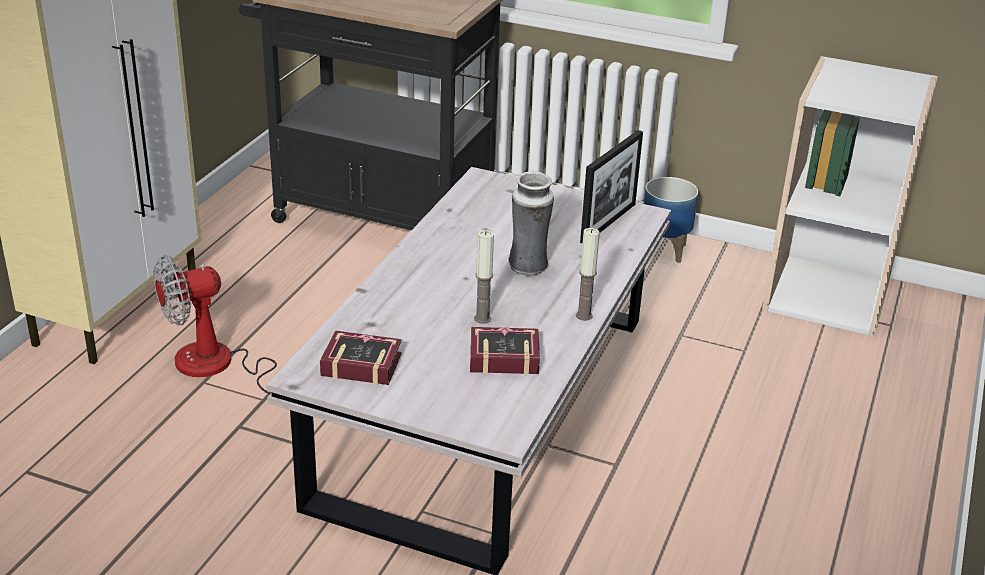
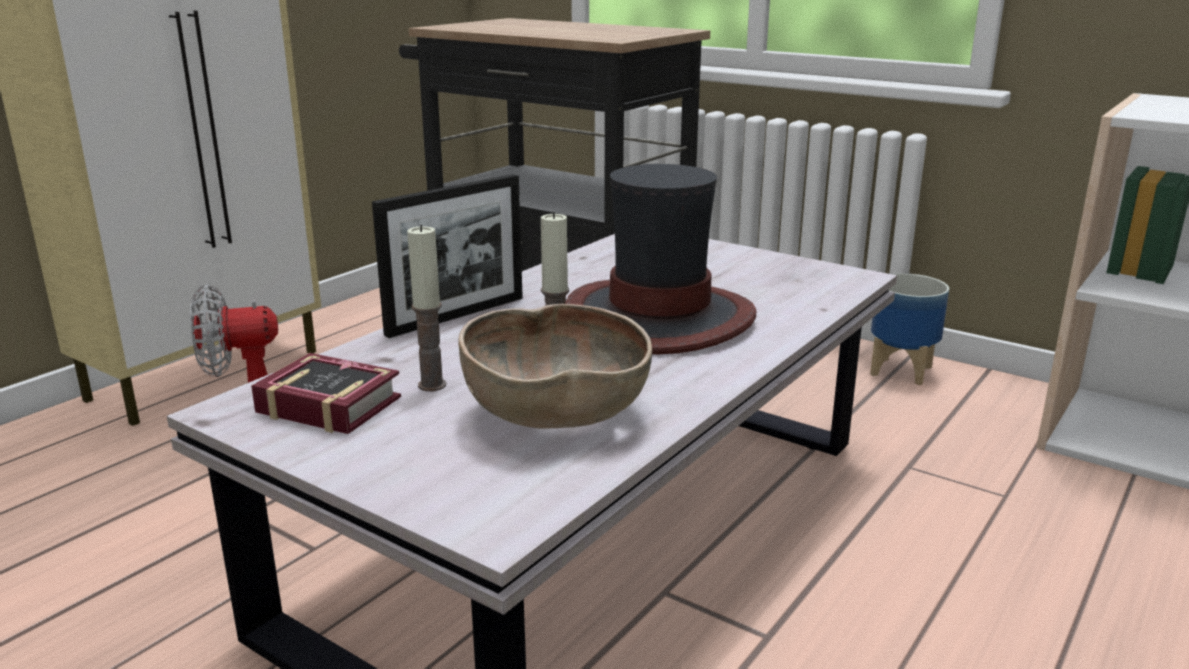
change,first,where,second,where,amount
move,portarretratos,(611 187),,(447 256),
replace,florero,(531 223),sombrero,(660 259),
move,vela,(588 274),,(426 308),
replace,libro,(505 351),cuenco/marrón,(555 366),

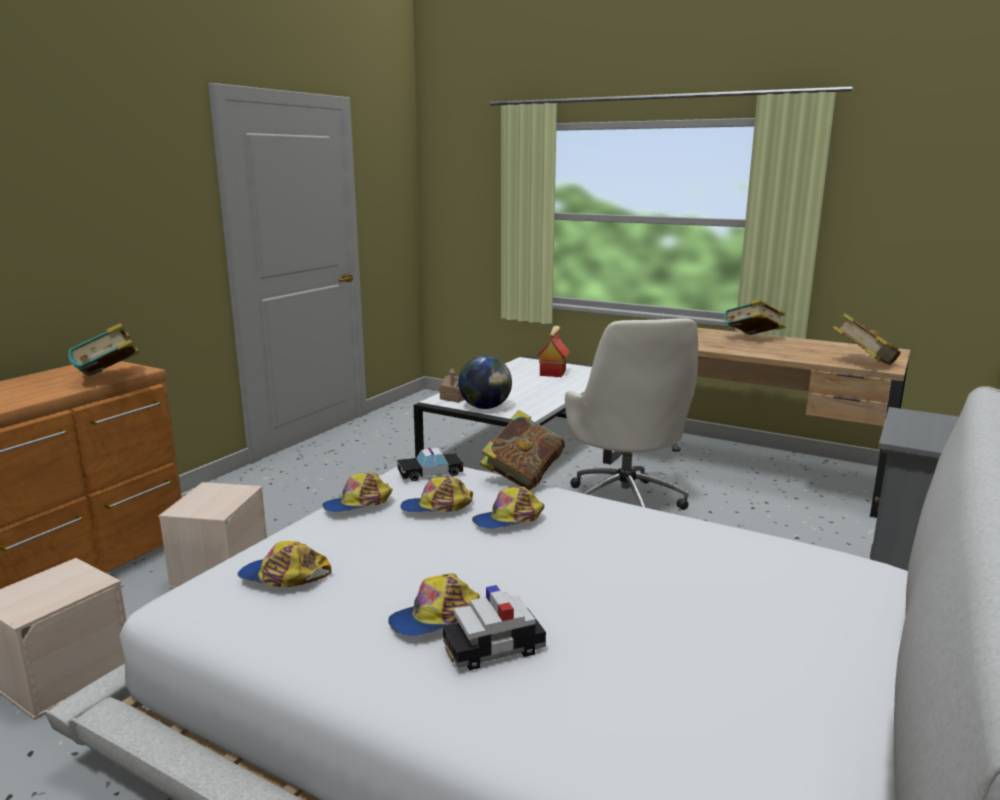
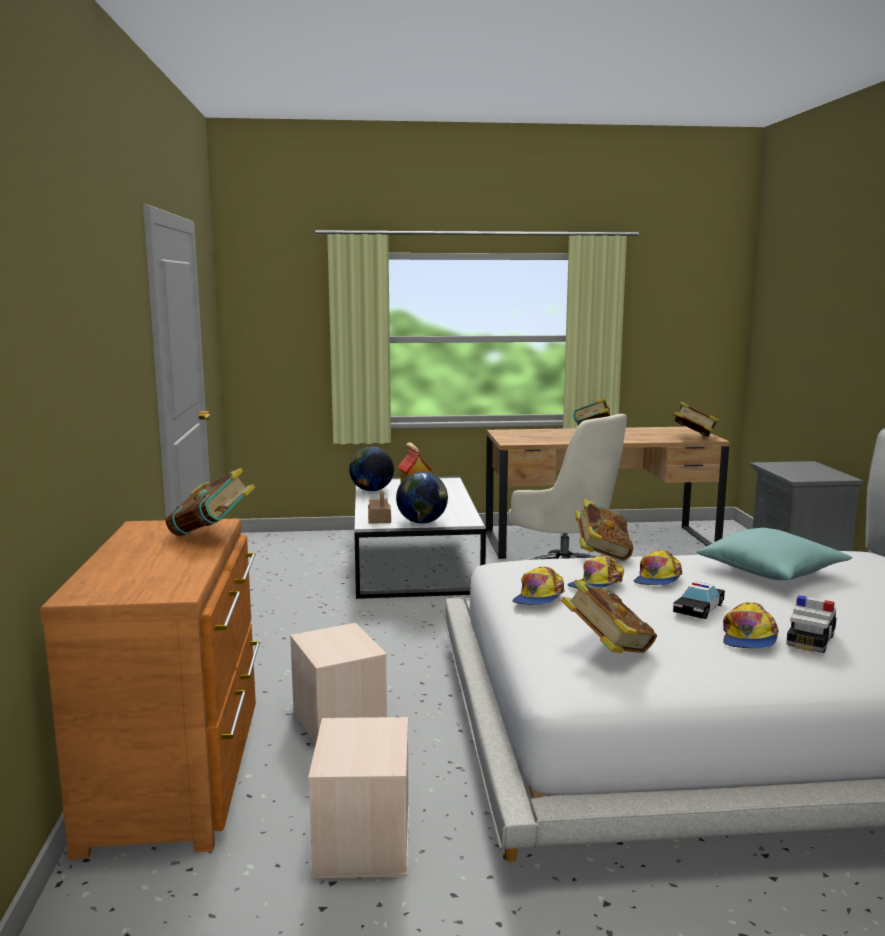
change,first,where,second,where,amount
move,coche de juguete,(430 464),,(699 600),
replace,gorra,(284 564),libro,(609 616),
insert,,,globo terráqueo,(371 469),
insert,,,cojín/turquesa,(774 554),

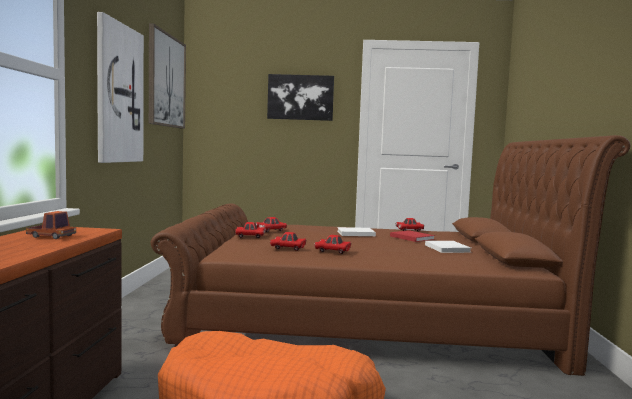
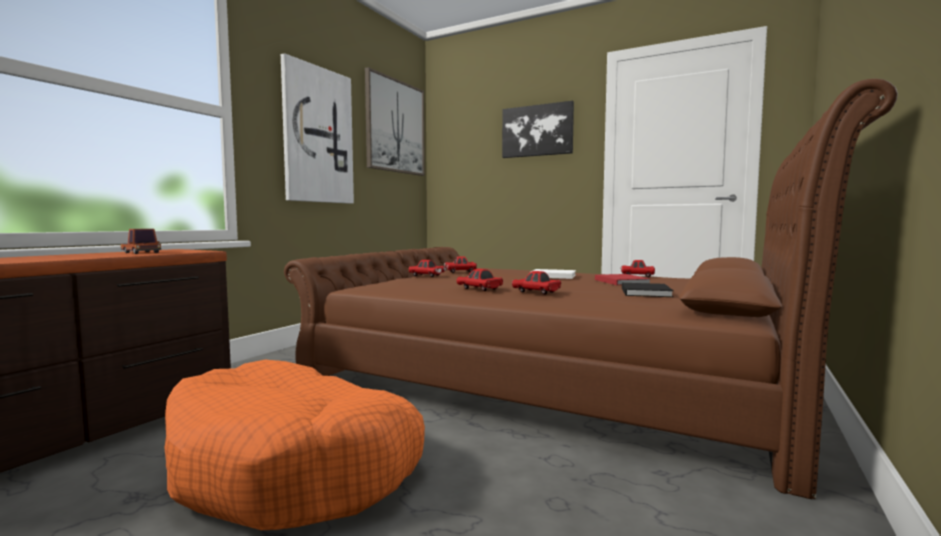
change,first,where,second,where,amount
move,coche de juguete/rojo,(288 241),,(536 283),
recolor,libro/blanco,(448 247),libro/negro,(648 290),

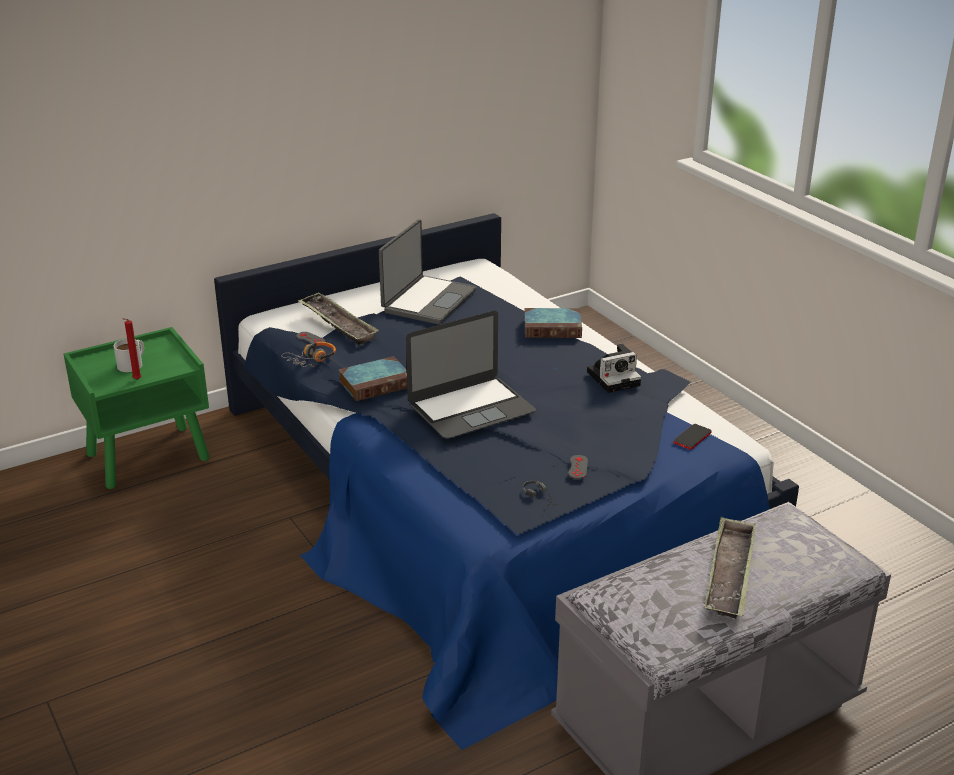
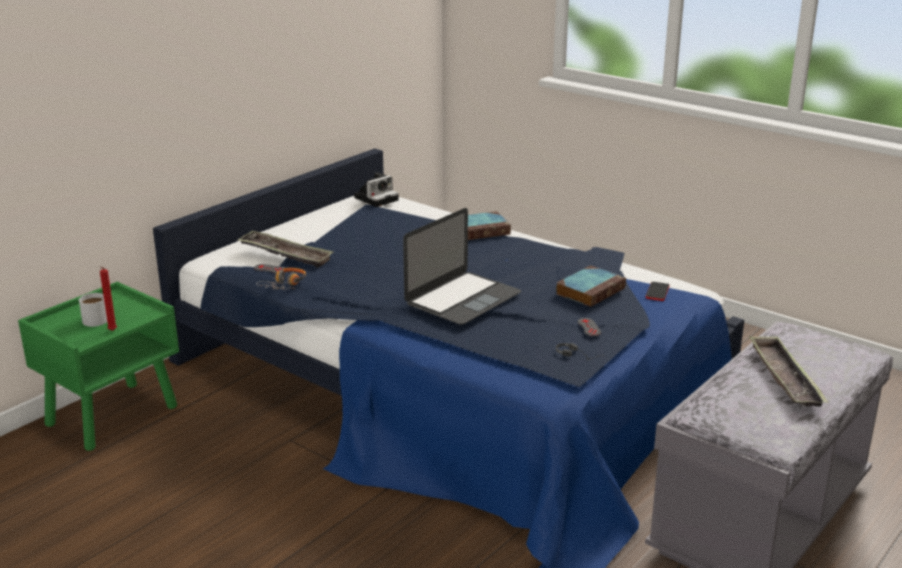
change,first,where,second,where,amount
delete,portátil,(428 271),,,
move,cámara,(614 368),,(376 189),
move,libro,(372 378),,(591 286),

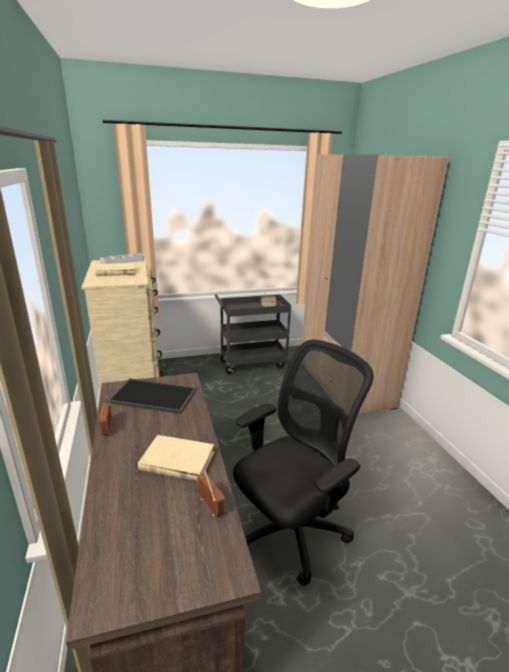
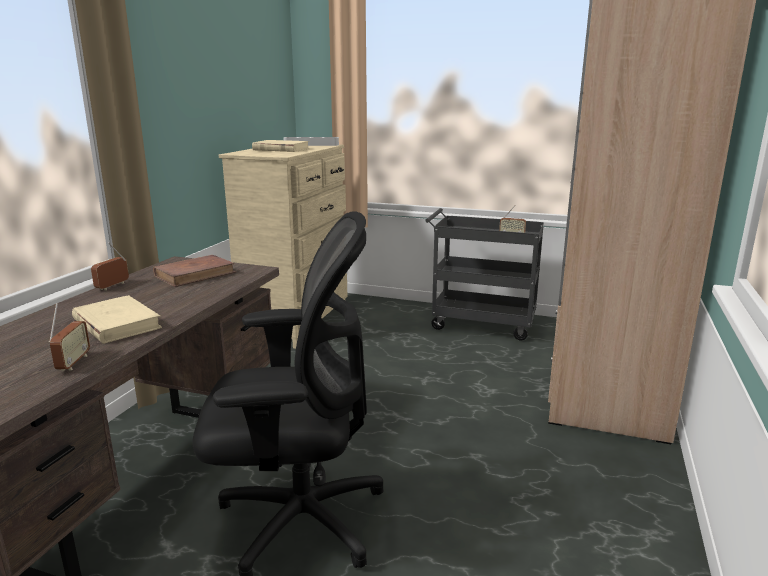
change,first,where,second,where,amount
replace,bandeja,(152 396),libro/marrón,(195 271),

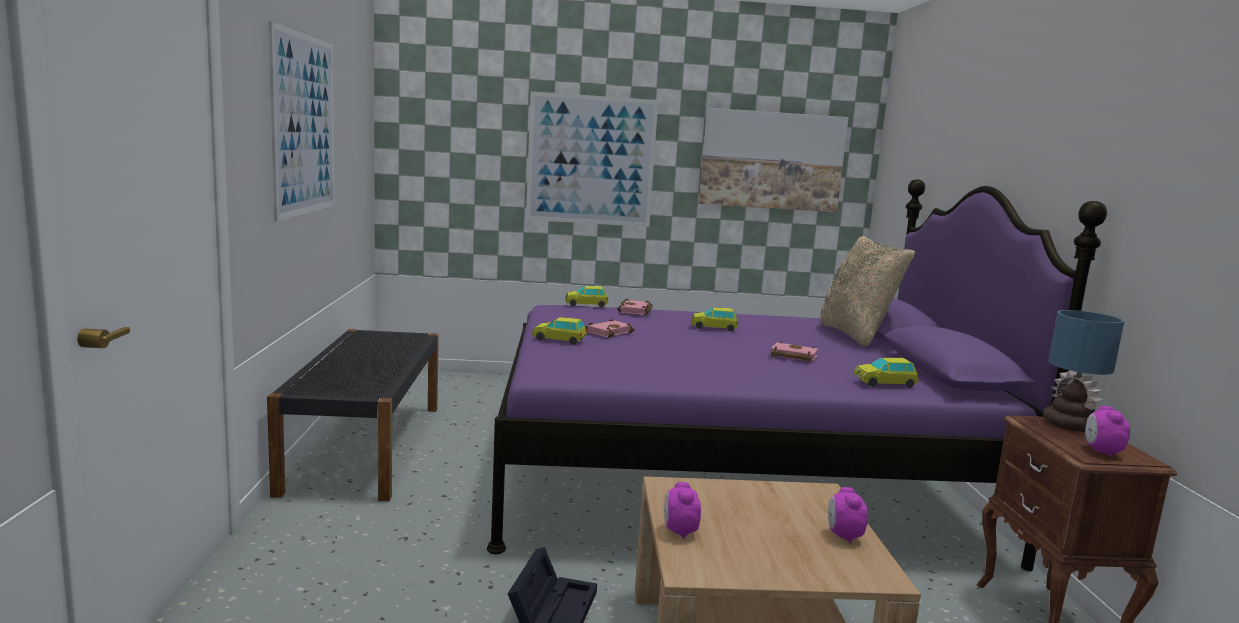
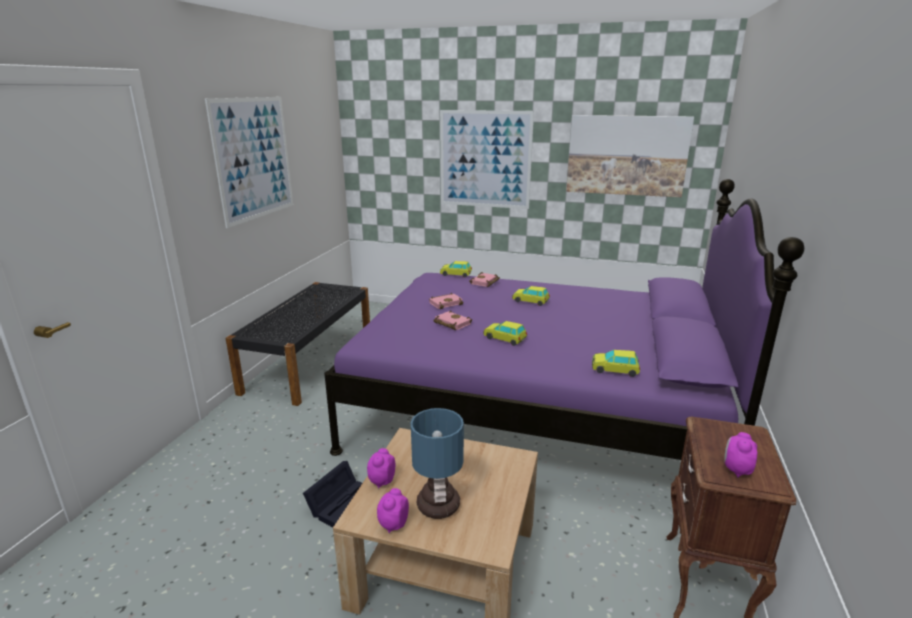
change,first,where,second,where,amount
delete,cojín/beis,(867 291),,,
move,lámpara de mesa,(1083 371),,(437 463),
move,coche de juguete,(559 331),,(505 333),
move,libro/rosa,(794 351),,(452 320),
move,despertador,(848 515),,(393 510),

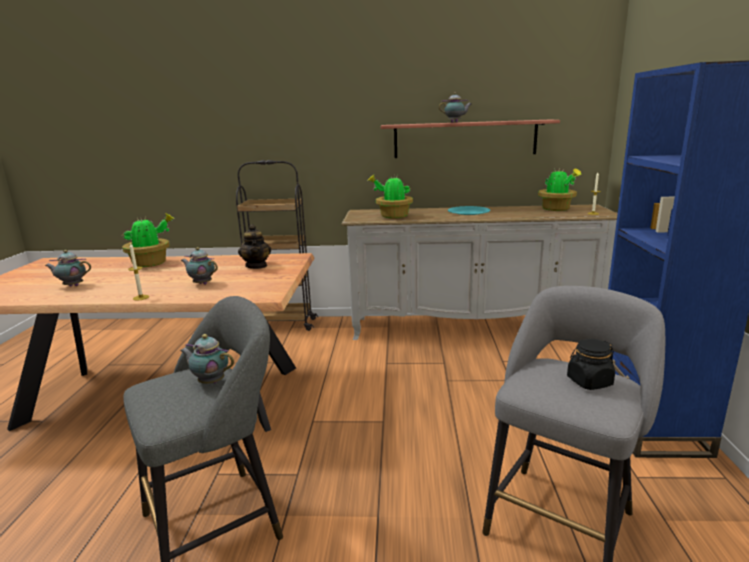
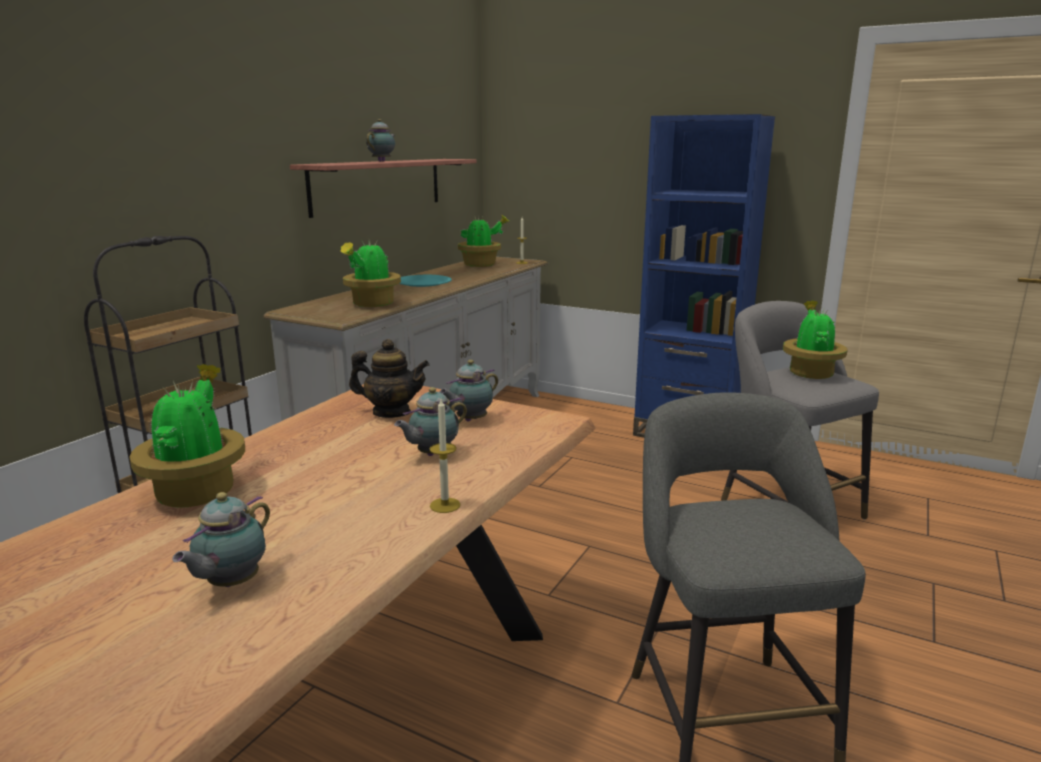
change,first,where,second,where,amount
move,tetera,(207 359),,(468 391),
replace,tarro/negro,(591 364),planta en maceta,(815 339),

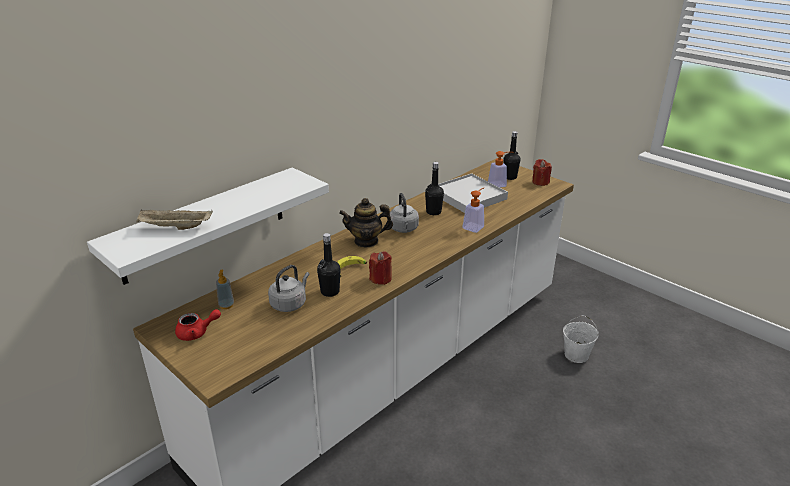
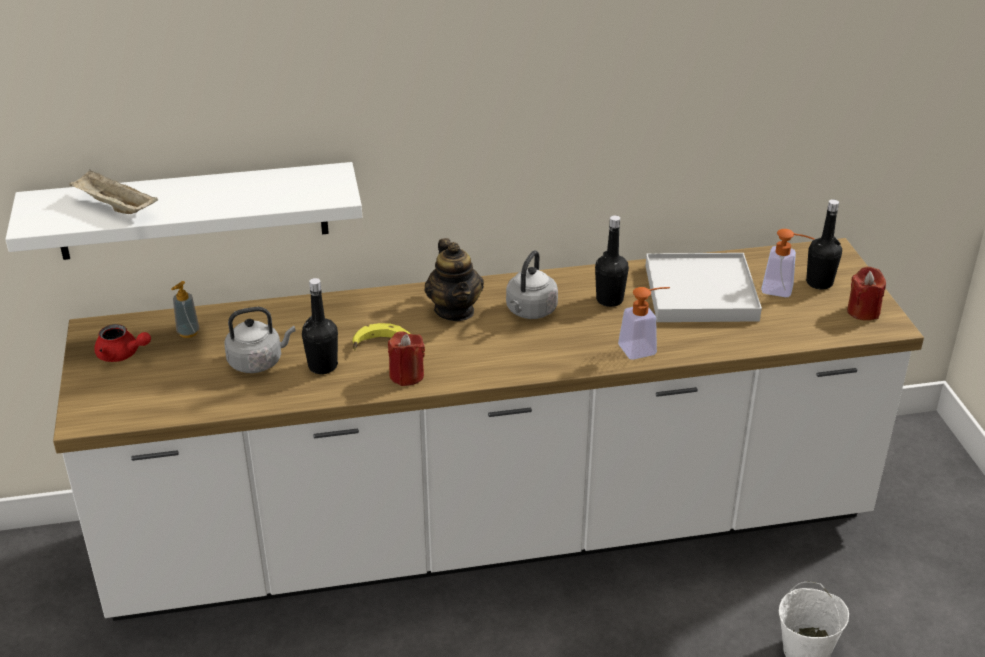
change,first,where,second,where,amount
rotate,tetera,(366 223),,(454 279),135 degrees counterclockwise

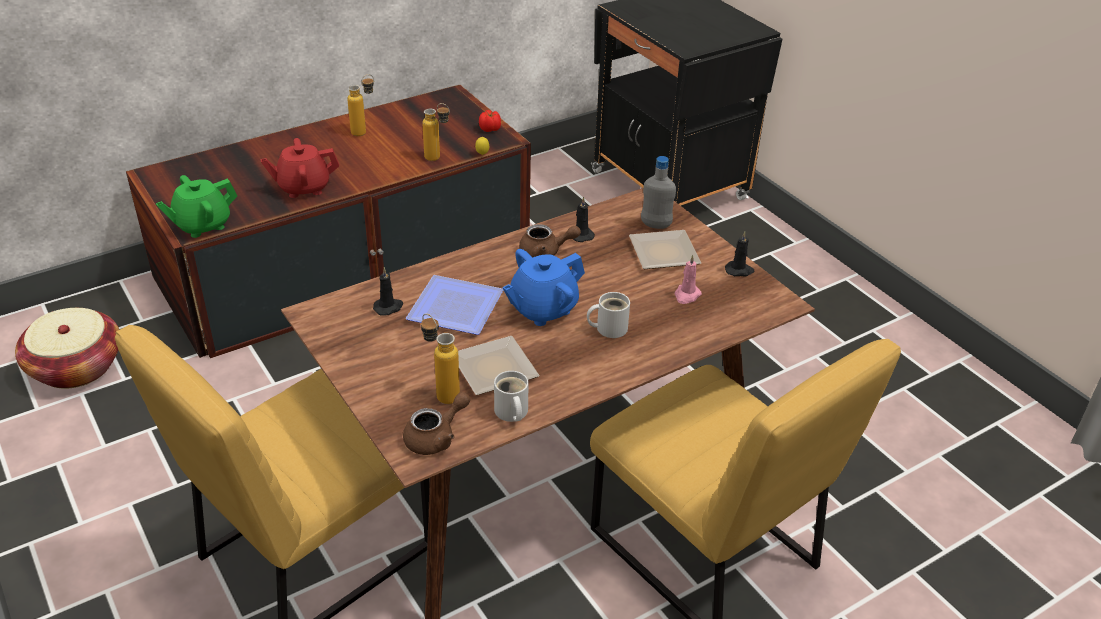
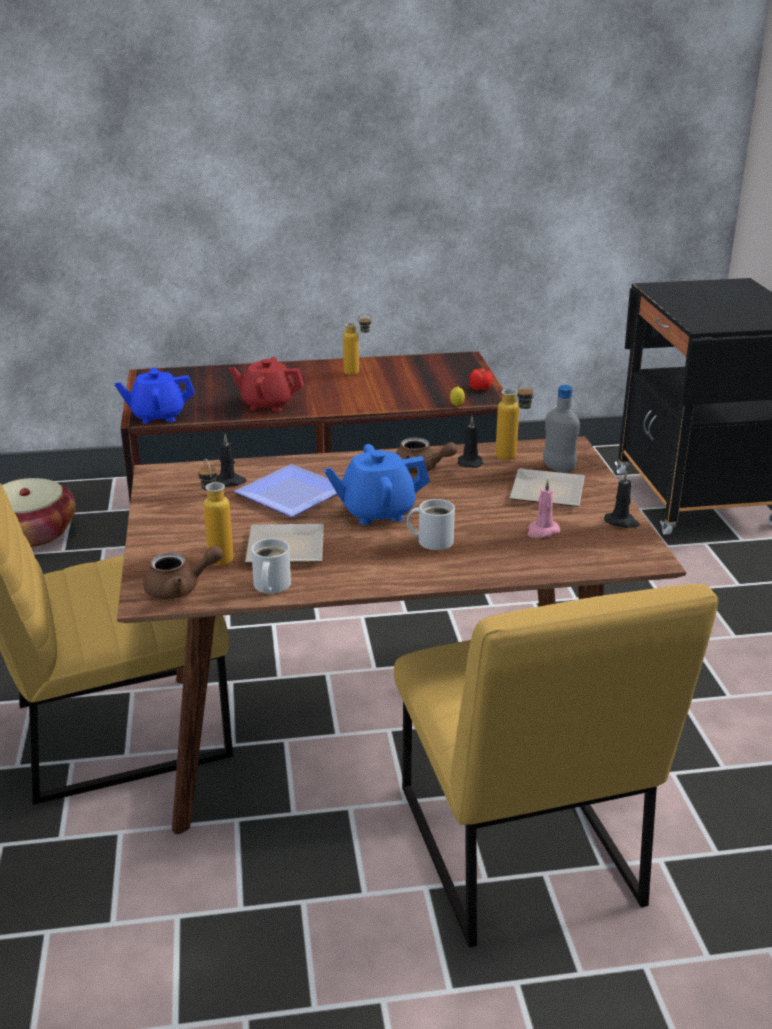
change,first,where,second,where,amount
move,botella,(436 132),,(514 421),
recolor,tetera/verde,(196 206),tetera/azul,(154 396),

